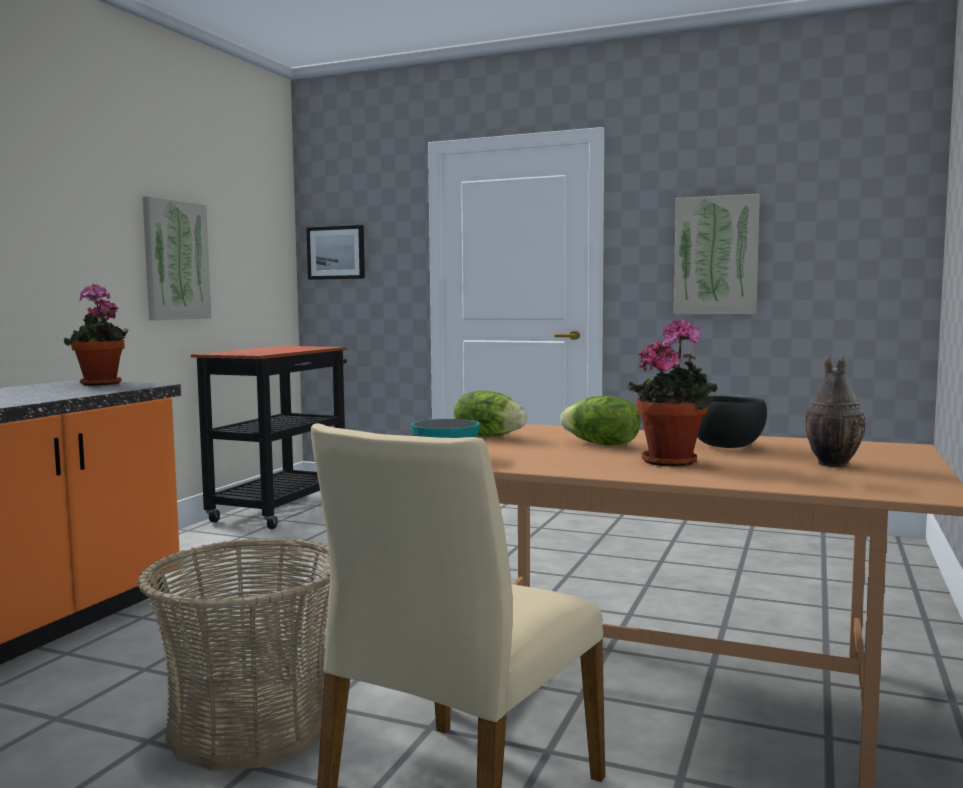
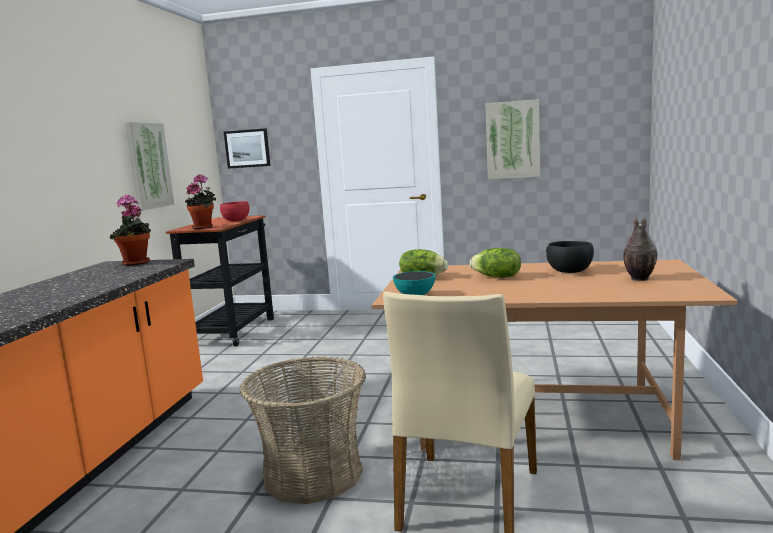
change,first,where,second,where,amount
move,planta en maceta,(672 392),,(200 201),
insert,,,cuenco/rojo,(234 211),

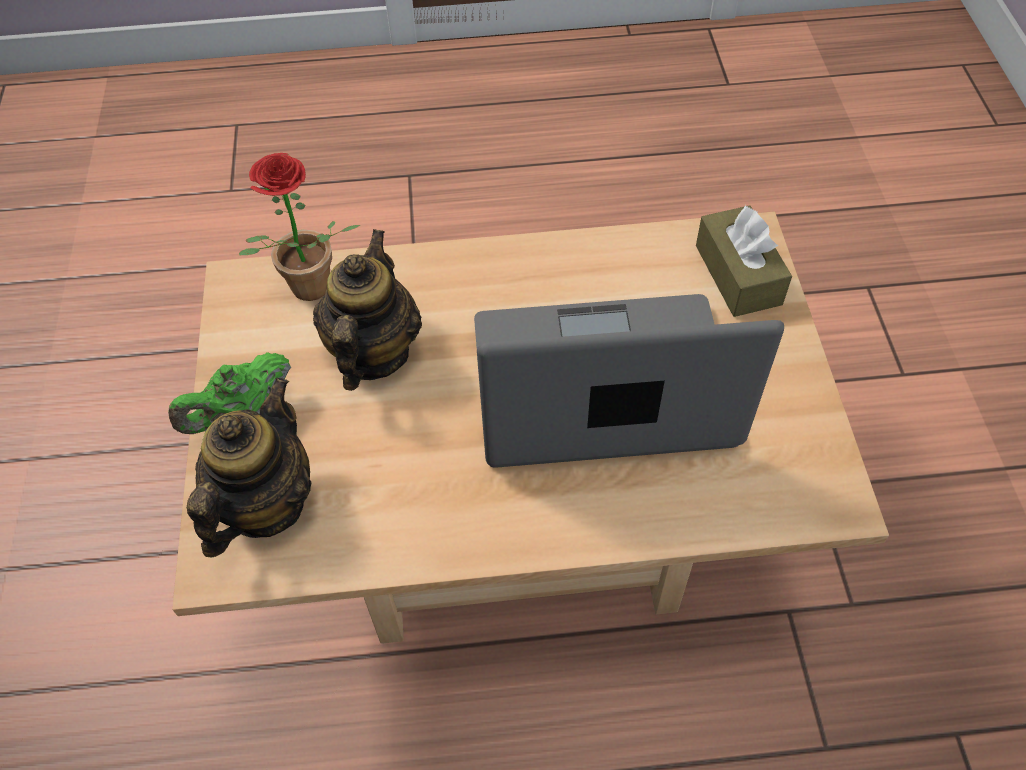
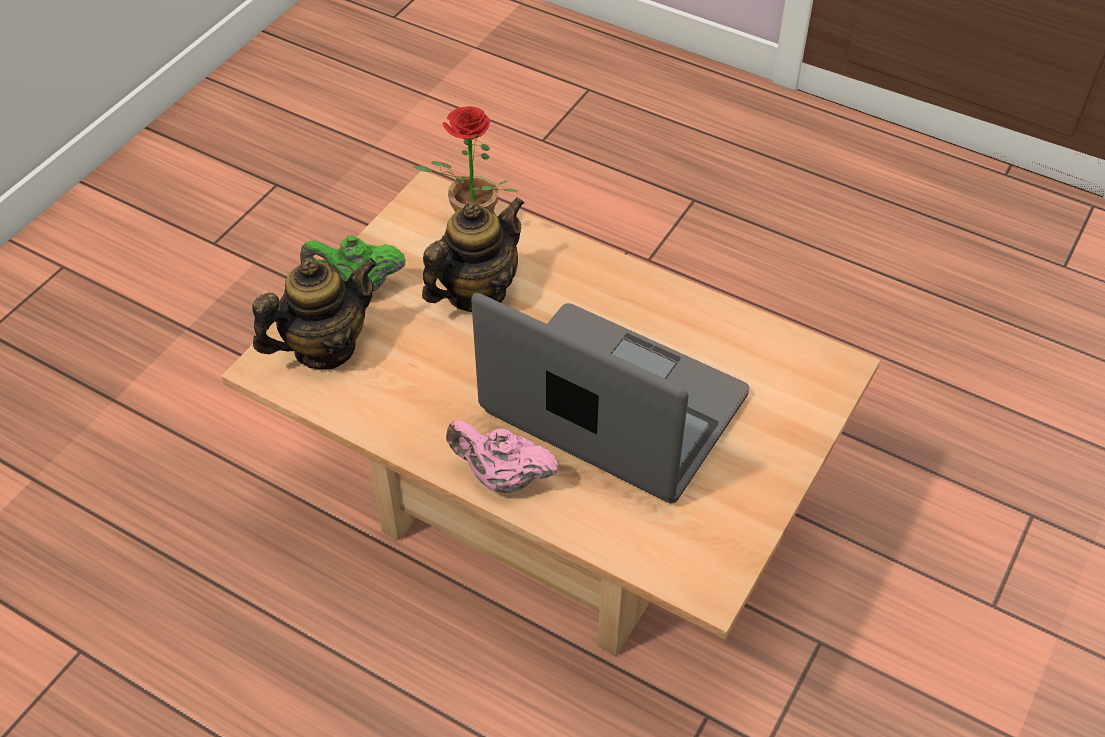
change,first,where,second,where,amount
delete,caja de pañuelos/marrón,(744 261),,,
insert,,,tetera/rosa,(502 456),

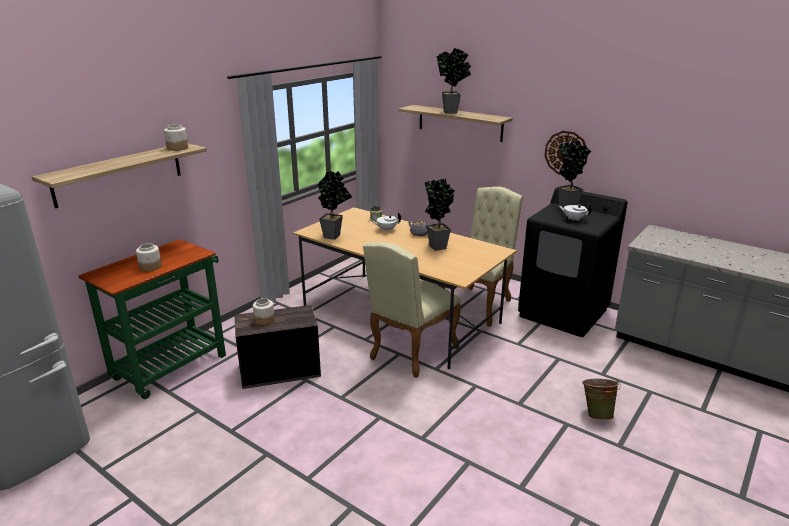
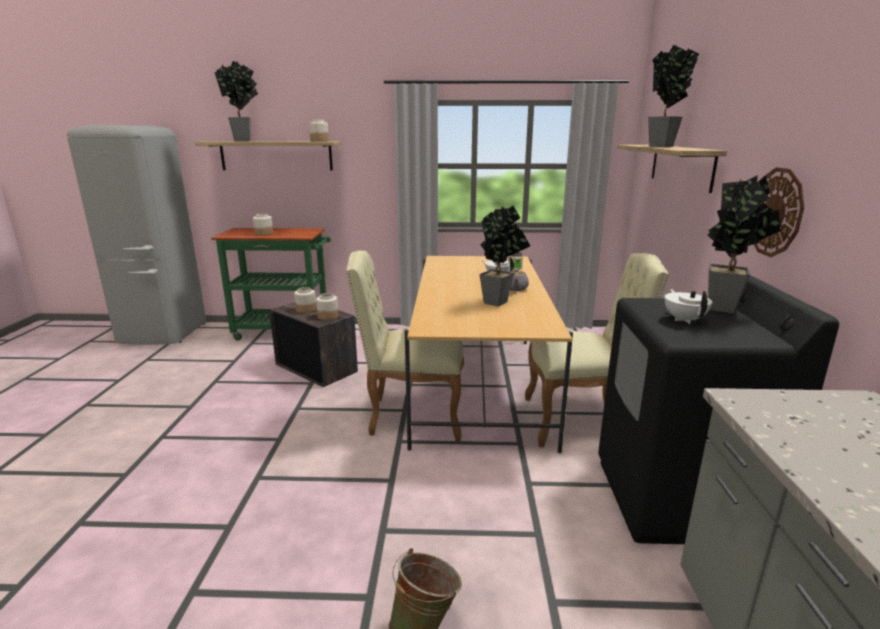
change,first,where,second,where,amount
move,planta en maceta,(335 205),,(236 101),
insert,,,tarro,(327 306),

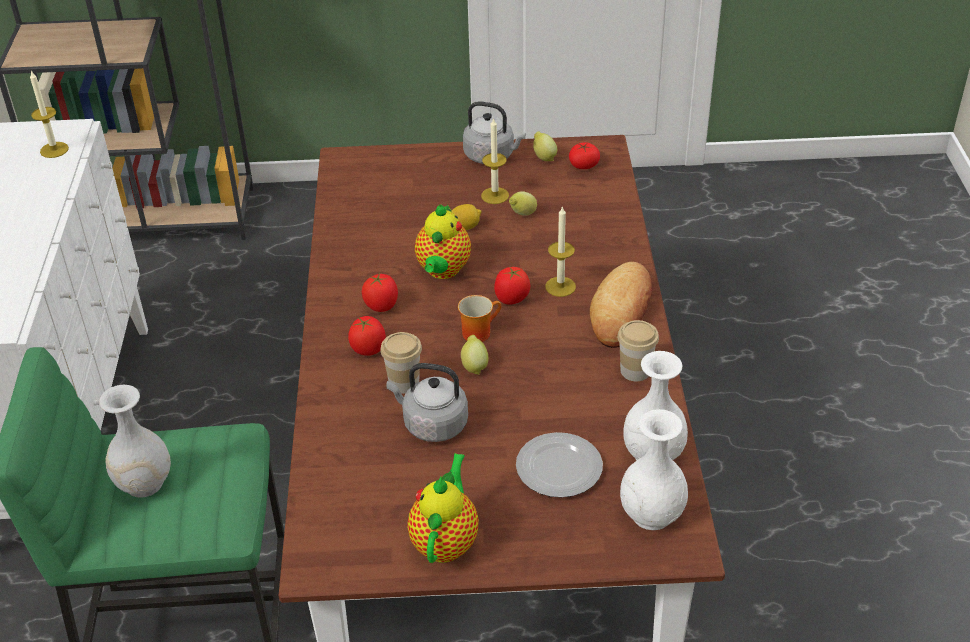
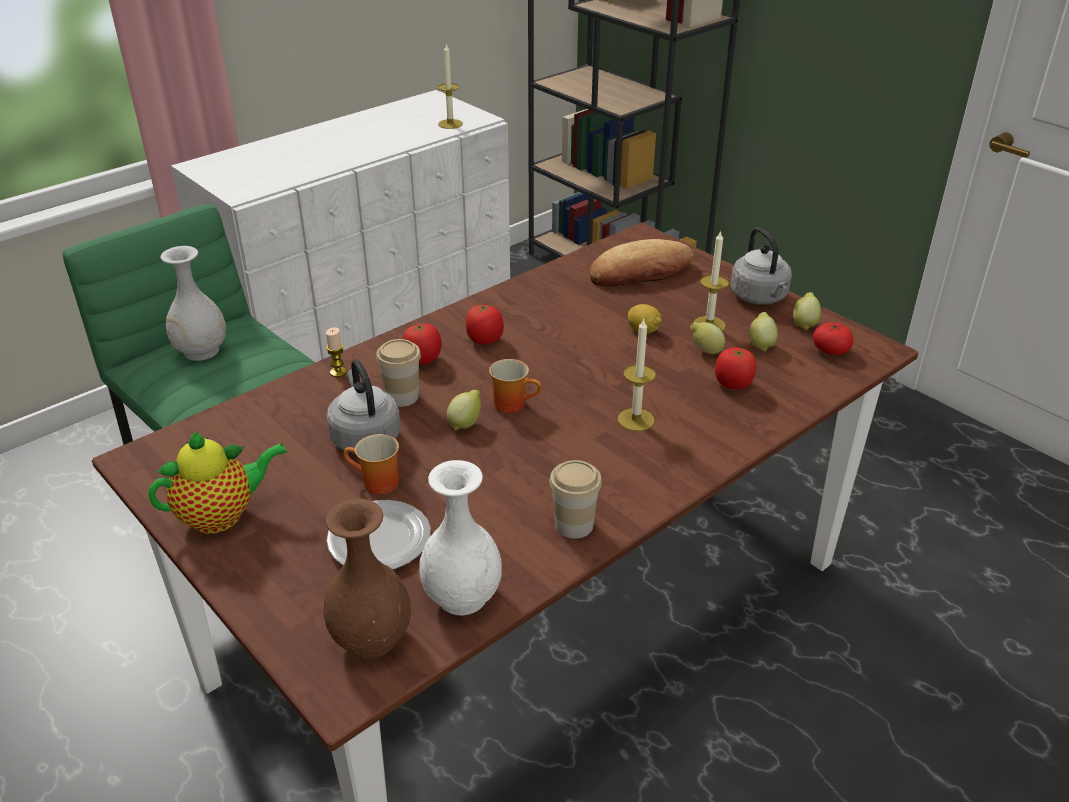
change,first,where,second,where,amount
delete,tetera,(443 241),,,
move,pan,(621 305),,(642 262),
move,tomate,(512 286),,(735 368),
recolor,florero/blanco,(654 469),florero/marrón,(367 579),
insert,,,limón,(763 332),
insert,,,vela,(336 352),
insert,,,taza grande,(371 464),

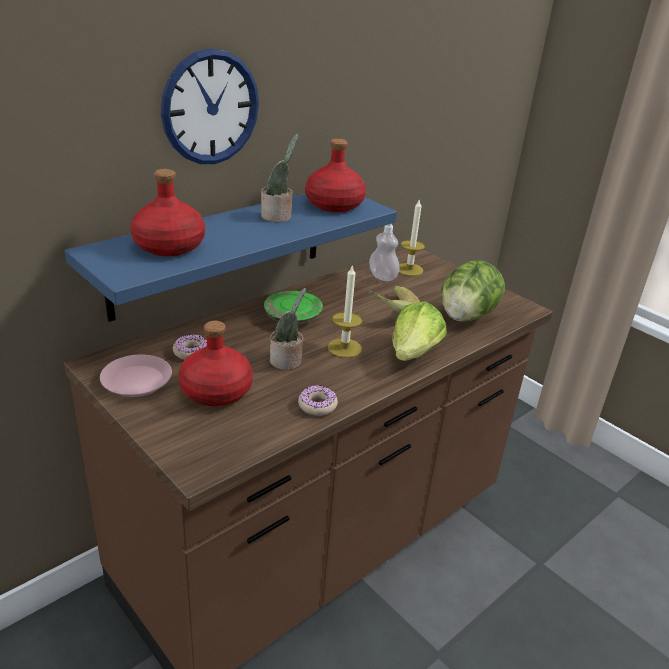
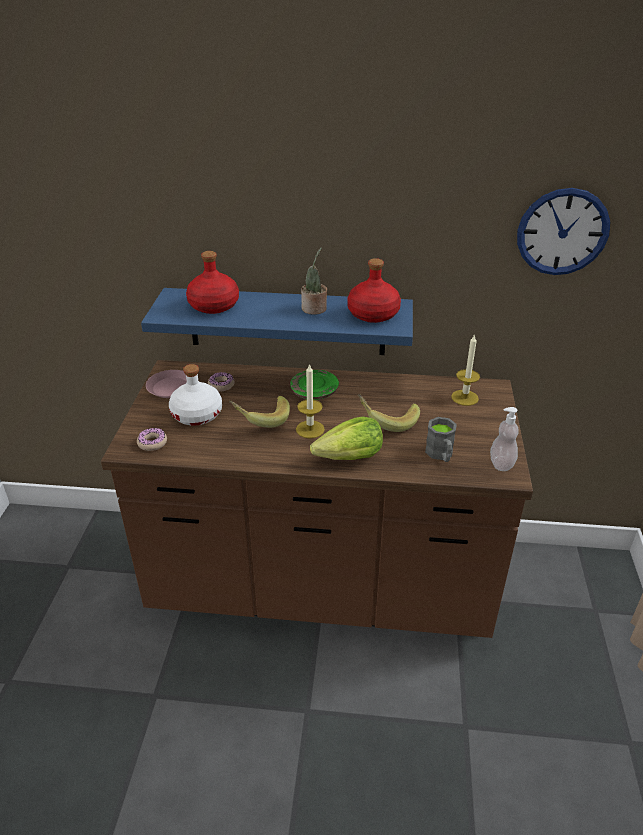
change,first,where,second,where,amount
move,reloj de pared,(210 106),,(564 231),
move,dispensador de jabón,(384 252),,(504 439),
replace,lechuga,(473 291),taza grande/gris,(441 439),
replace,planta en maceta,(288 329),plátano,(259 412),
recolor,botella/rojo,(216 363),botella/blanco,(195 394),
move,rosquilla,(318 400),,(152 439),

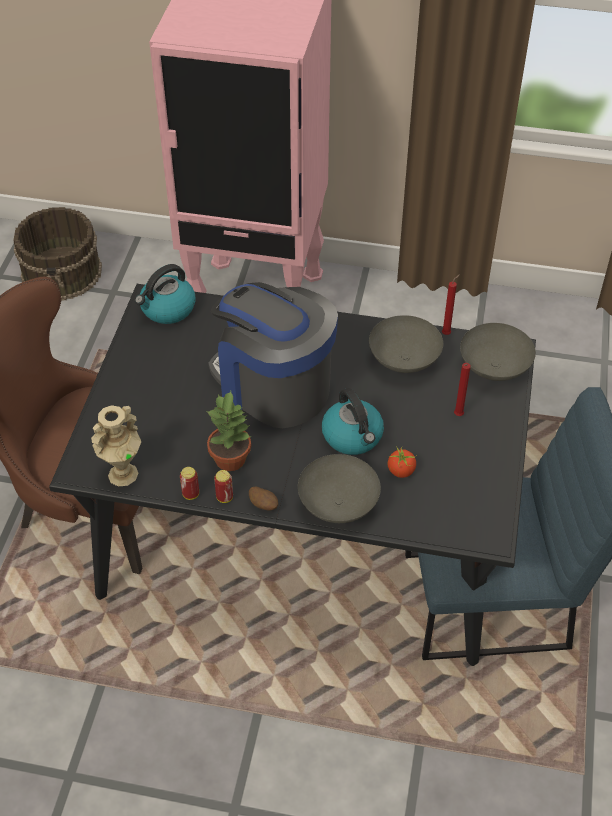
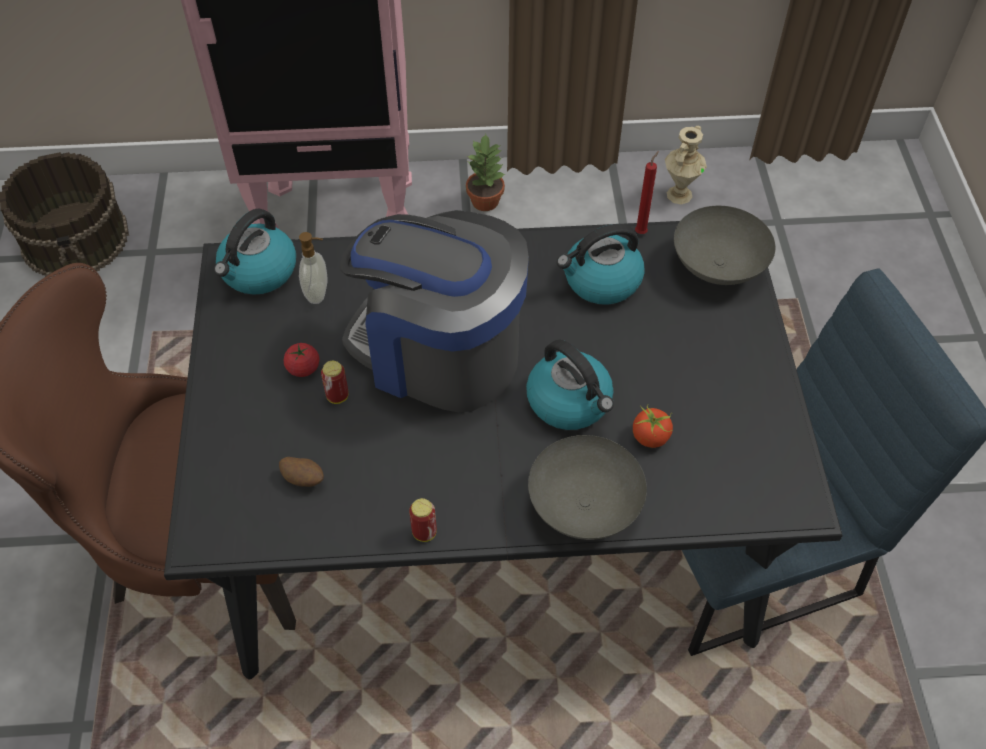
change,first,where,second,where,amount
replace,cuenco/gris,(406 344),hervidor,(601 264),
delete,vela/rojo,(462 389),,,
move,planta en maceta,(228 431),,(485 172),
move,florero/beis,(116 445),,(686 165),
move,lata,(189 483),,(335 382),
move,patata,(263 498),,(301 472),
insert,,,dispensador de jabón,(313 268),
insert,,,tomate,(302 360),

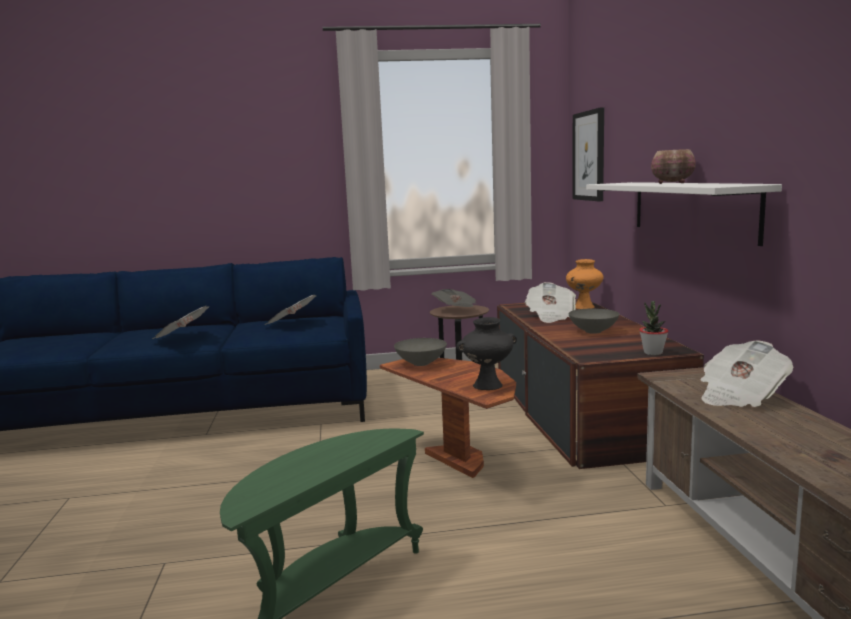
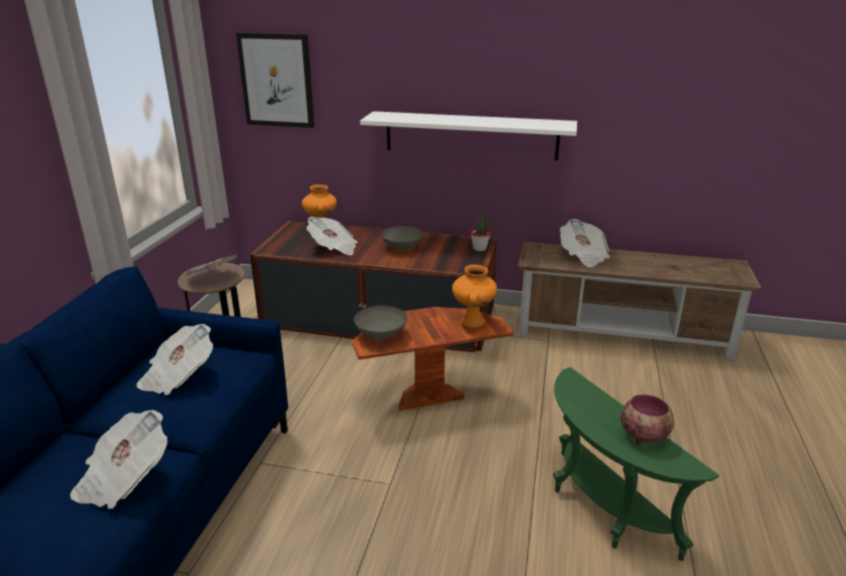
change,first,where,second,where,amount
move,cuenco,(673 166),,(647 419),
recolor,florero/negro,(487 353),florero/naranja,(474 296),

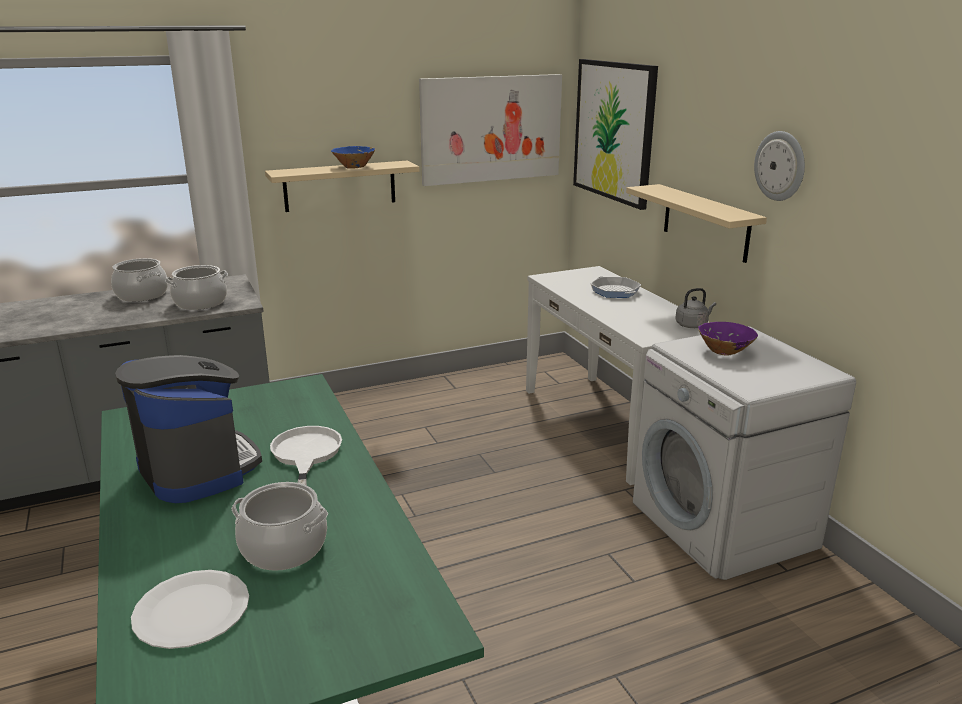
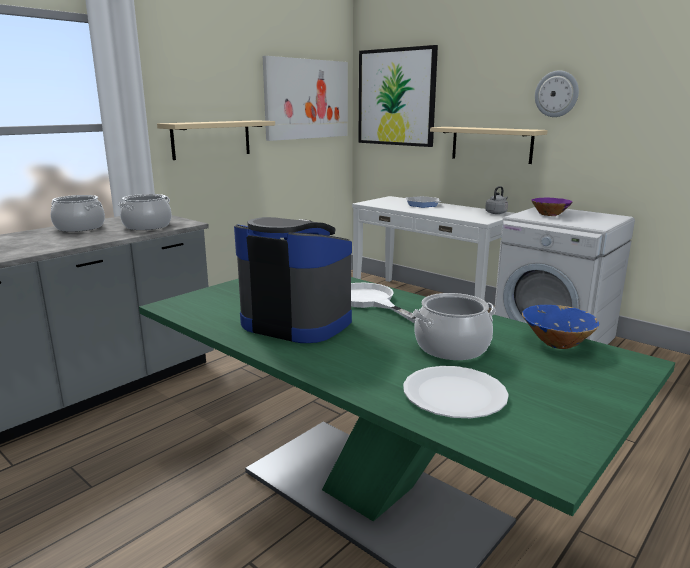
change,first,where,second,where,amount
move,cuenco/azul,(353 157),,(560 327),

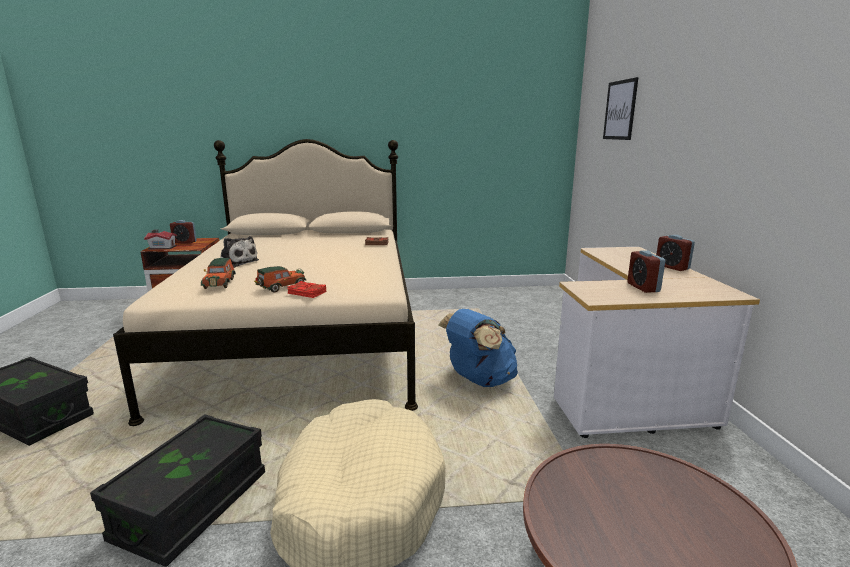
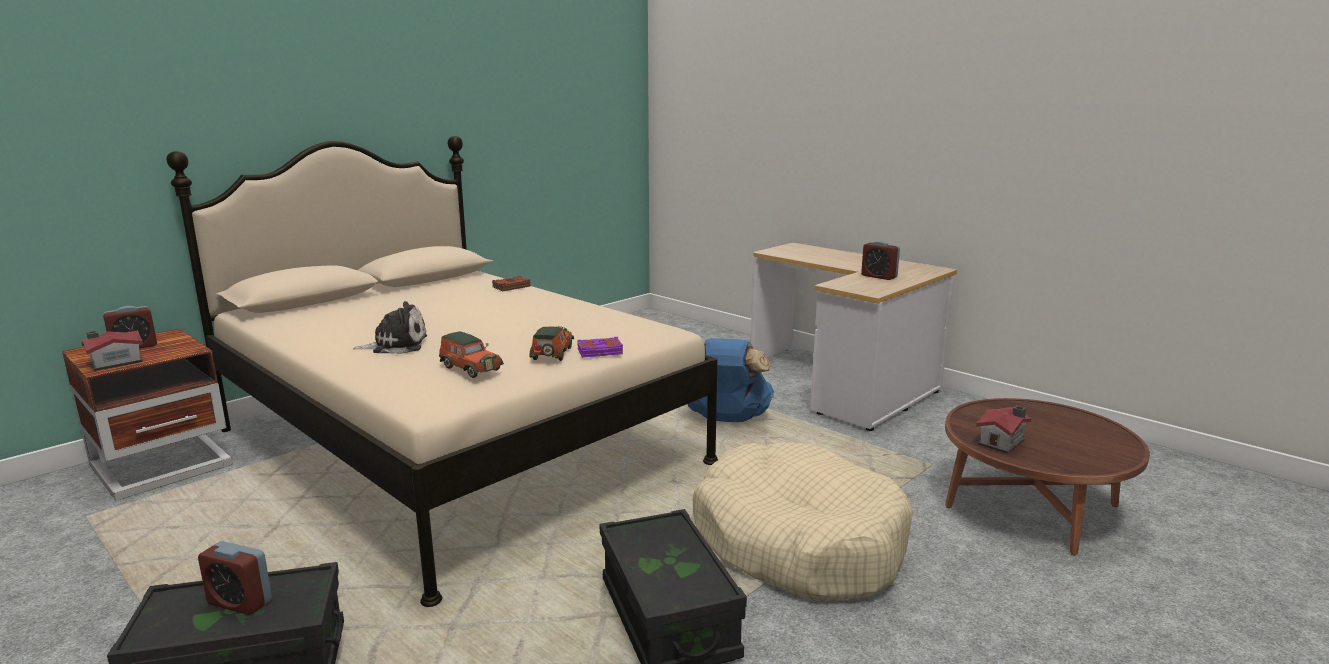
change,first,where,second,where,amount
delete,cuadro,(620 108),,,
move,despertador,(675 253),,(235 578),
recolor,libro/rojo,(306 289),libro/morado,(600 347),
insert,,,casita,(1004 429),

